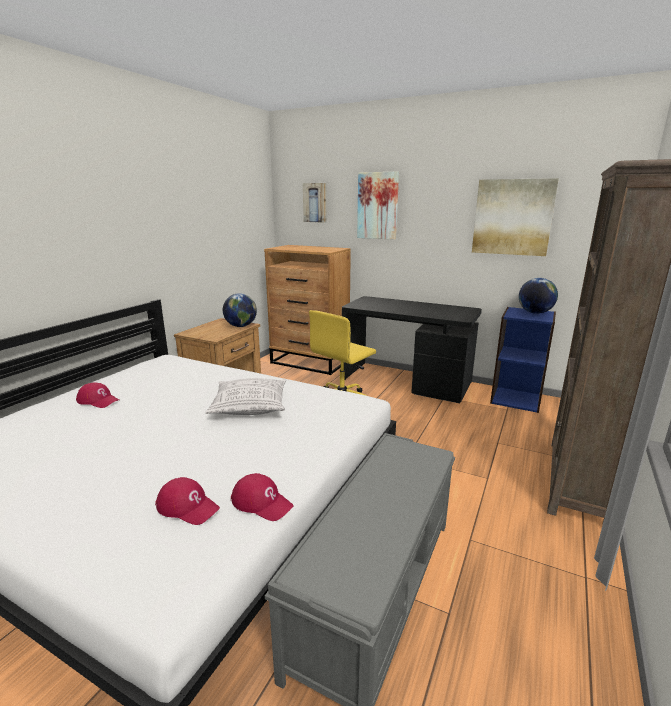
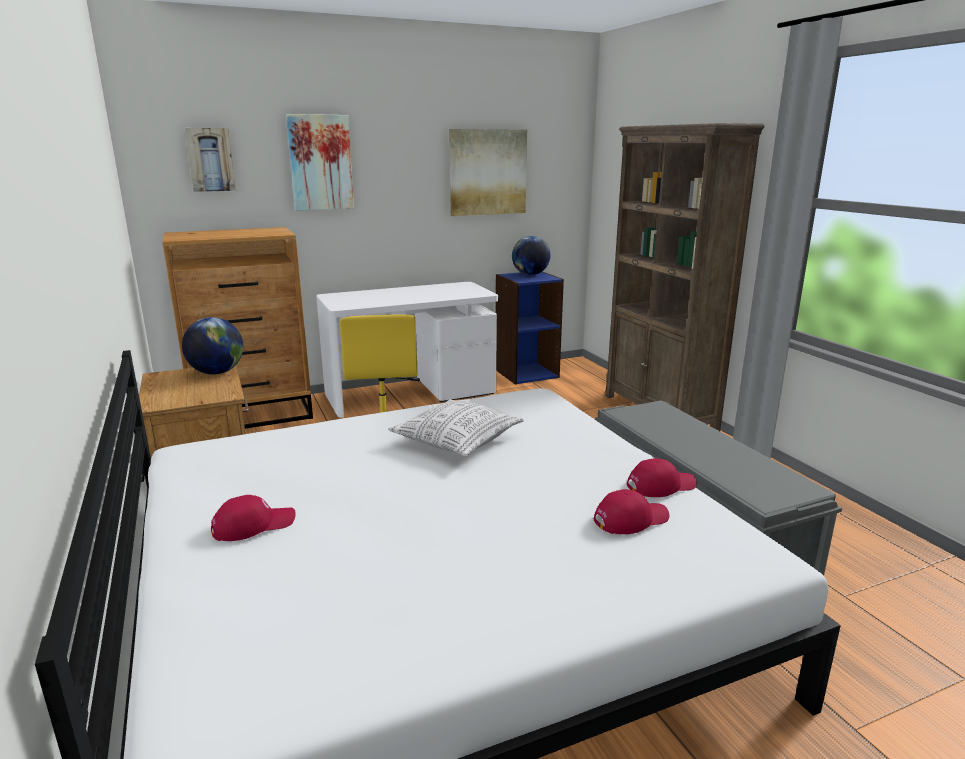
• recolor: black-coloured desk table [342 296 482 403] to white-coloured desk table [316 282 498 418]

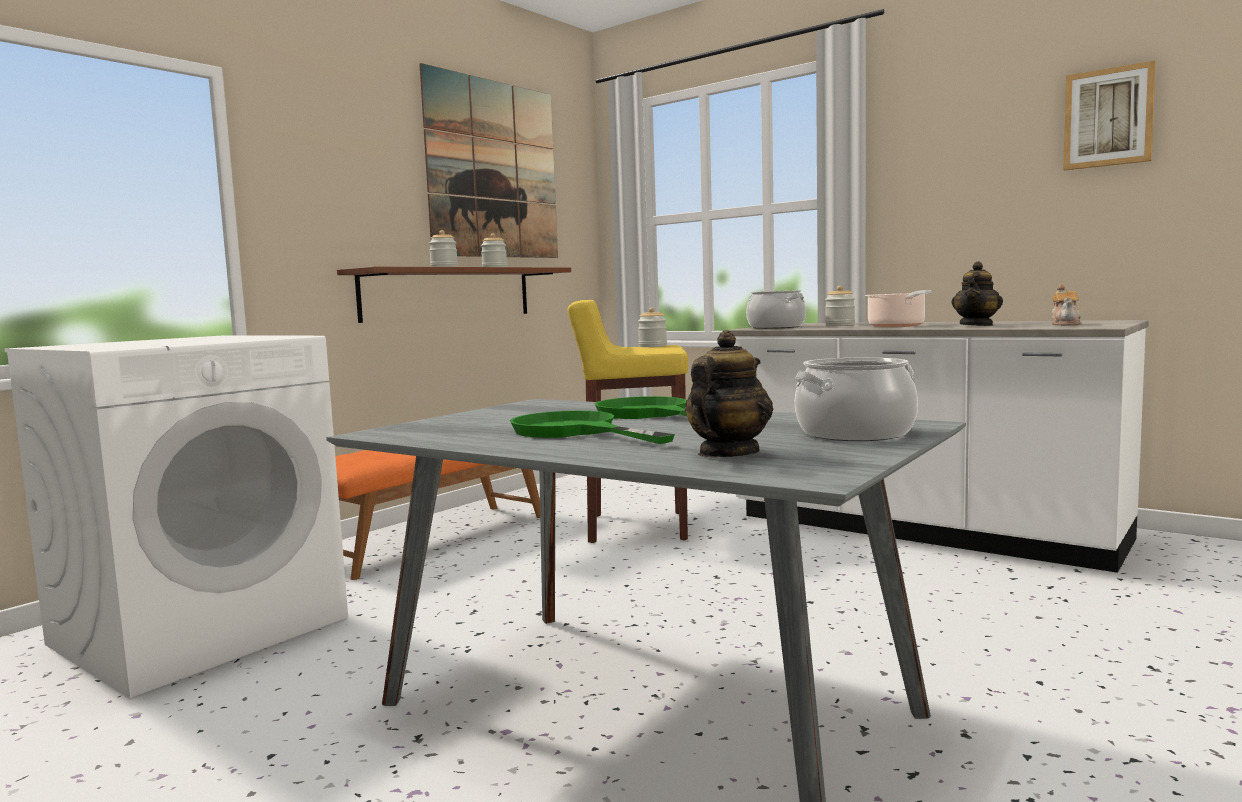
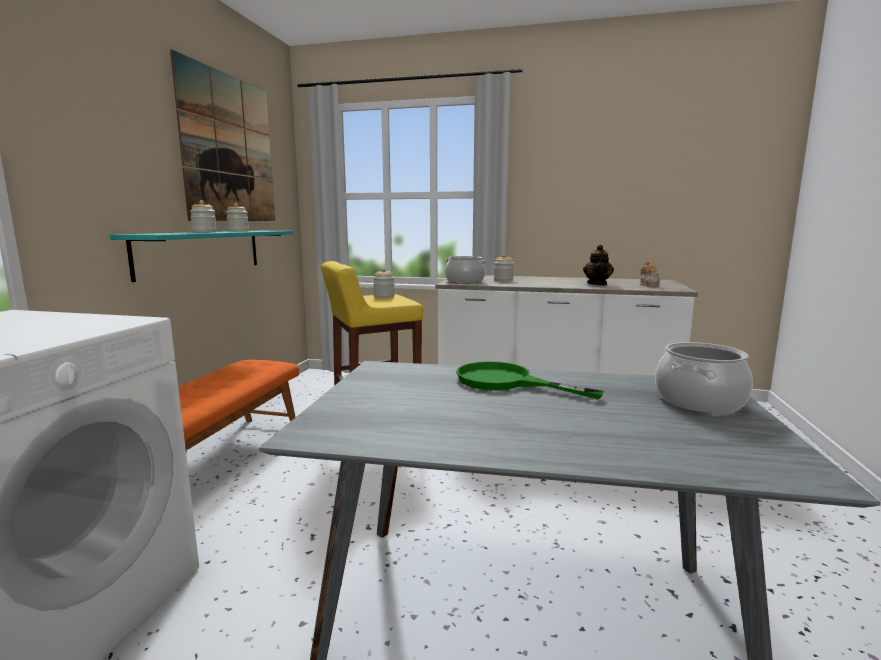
• recolor: brown-coloured wall shelf [337 267 571 323] to turquoise-coloured wall shelf [110 231 294 282]
• delete: greenish pan [510 411 675 444]
• delete: pot for tea [685 330 773 457]
• delete: cooking pot [865 290 932 327]
• delete: picture [1063 60 1156 170]

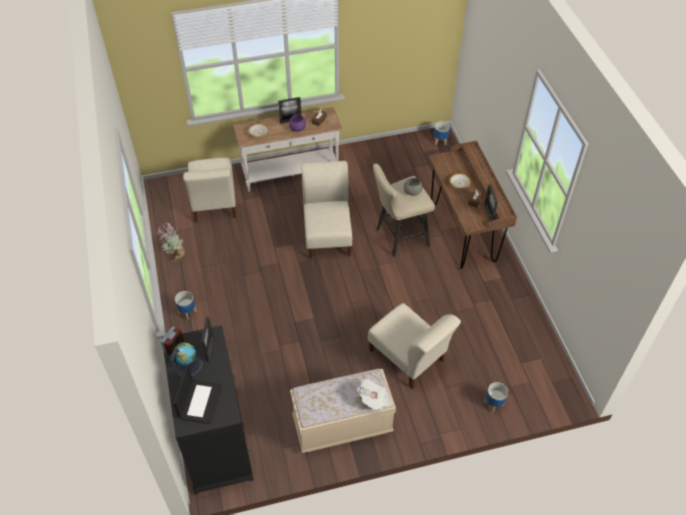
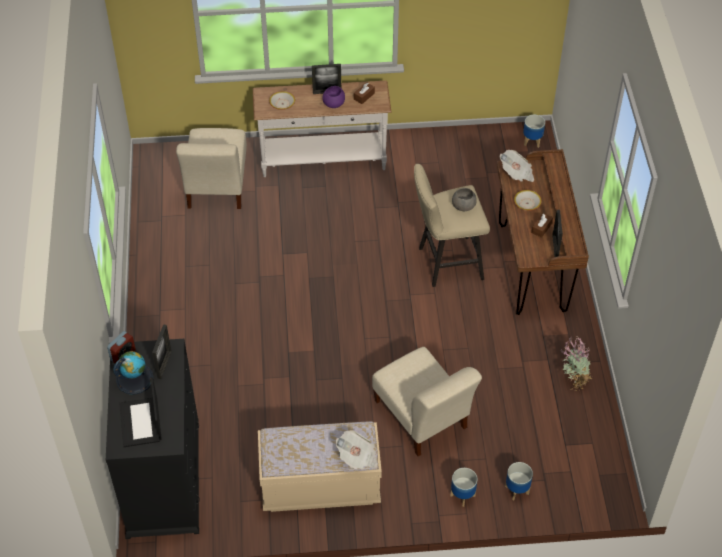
• move: houseplant [157 222 185 262] to [561 337 594 391]
• rotate: portable computer [174 365 222 424] = [119 377 162 447] 150 degrees clockwise
• move: planter [175 291 197 320] to [450 468 478 507]
• delete: beige upright chair [301 161 352 259]
• insert: daily paper [500 150 534 182]

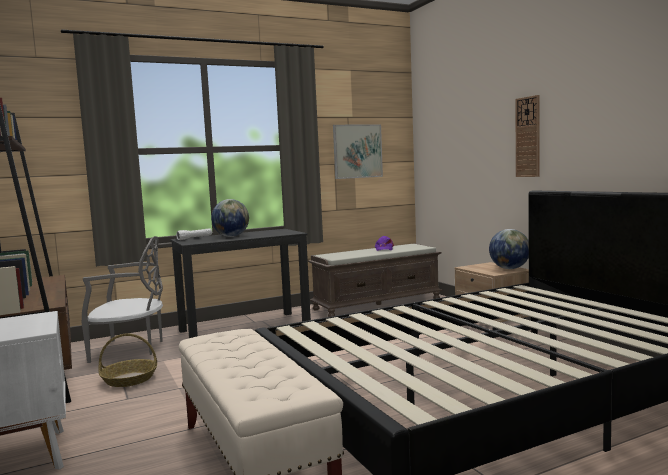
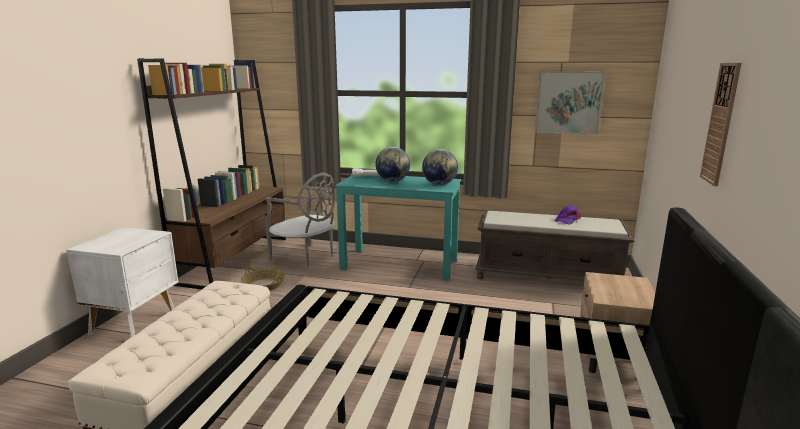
• recolor: black-coloured desk table [170 229 311 338] to turquoise-coloured desk table [335 175 461 281]
• move: globe [489 229 529 269] to [422 149 458 185]

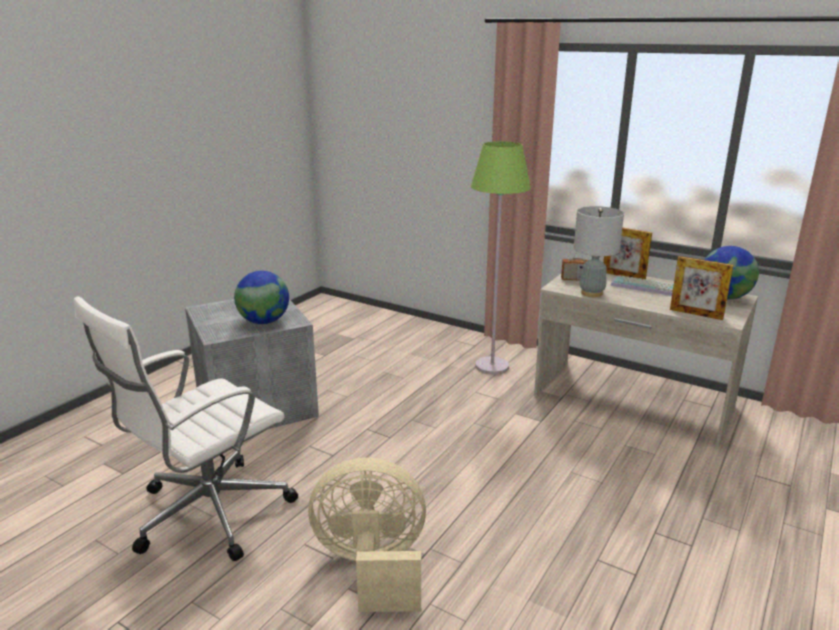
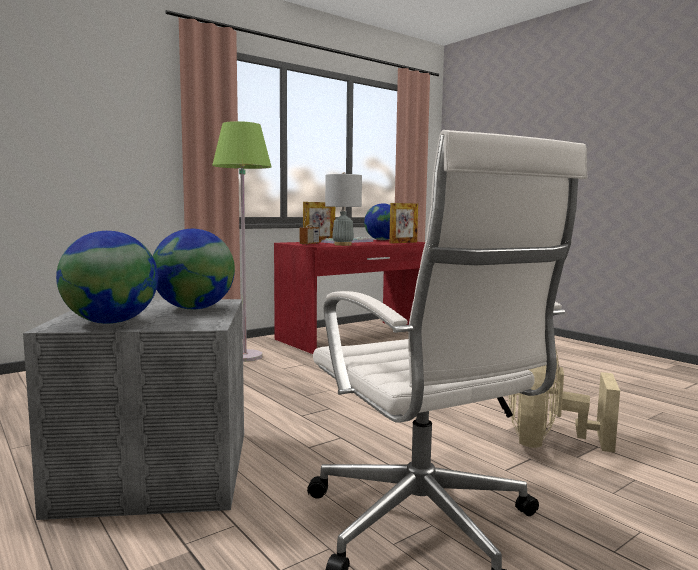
• recolor: beige desk table [534 274 758 449] to reddish desk table [274 240 425 354]
• insert: globe [56 231 158 324]

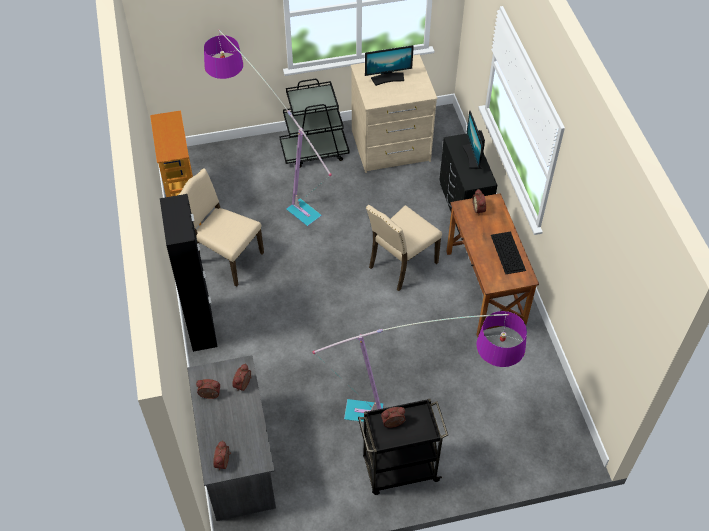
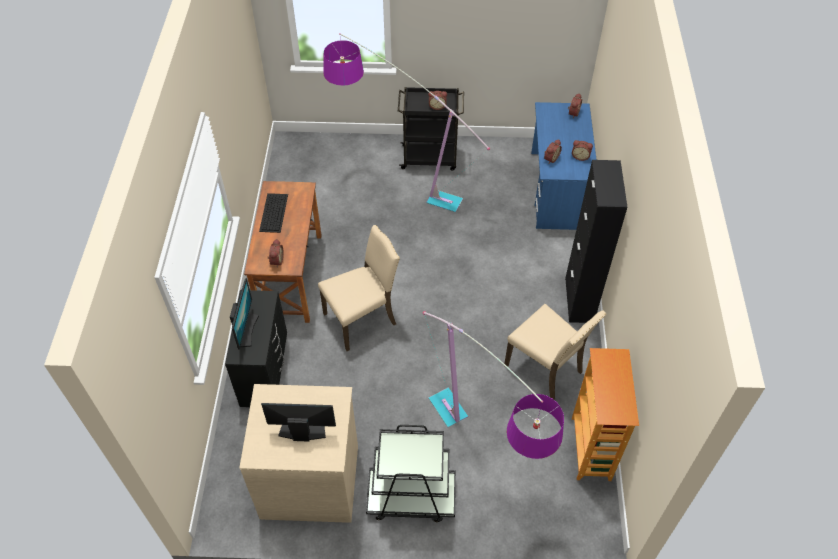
• recolor: grey desk table [187 355 276 521] to blue-coloured desk table [531 102 596 230]

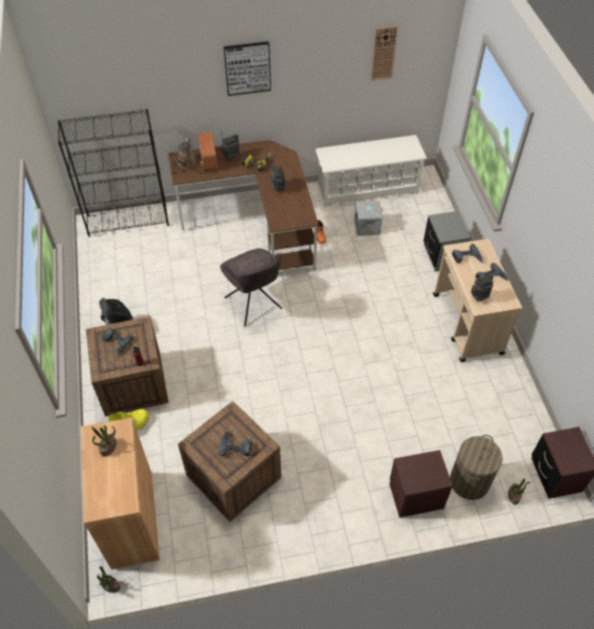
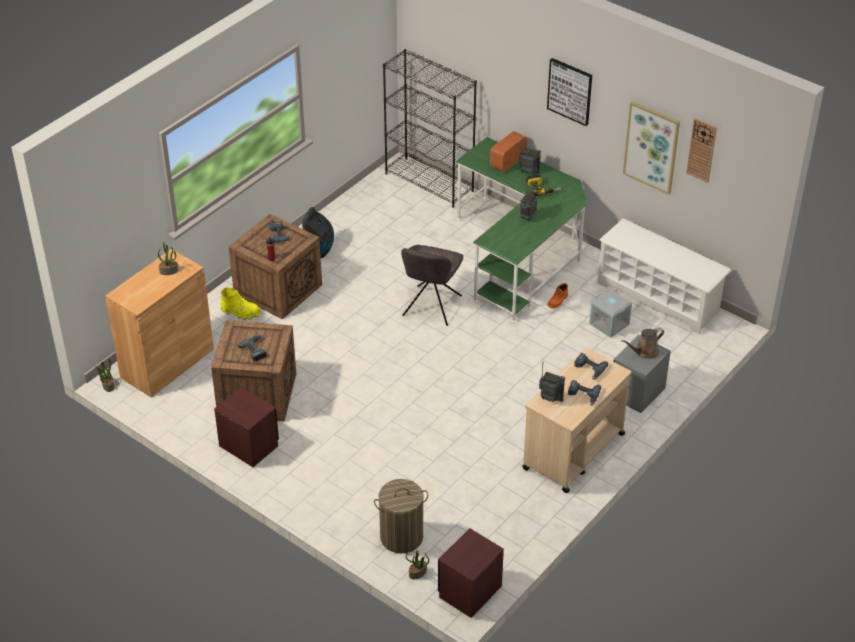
• recolor: brown-coloured desk table [168 140 319 273] to greenish desk table [456 137 587 323]
• move: brown-coloured watering pot [176 138 196 168] to [621 328 664 359]
• move: brown-coloured night table [389 450 453 518] to [214 387 279 467]
• insert: picture [623 101 680 195]

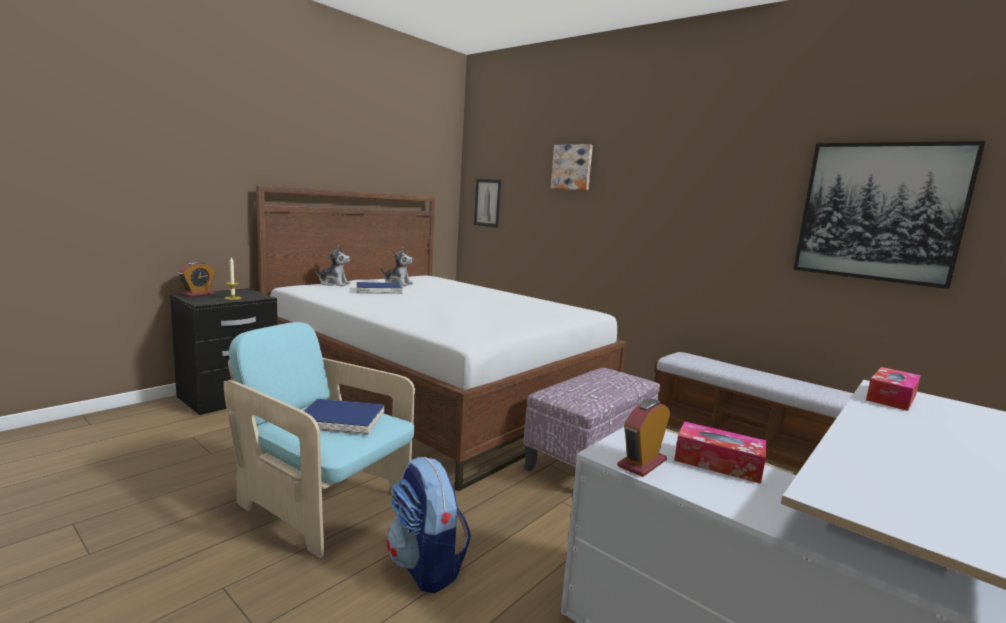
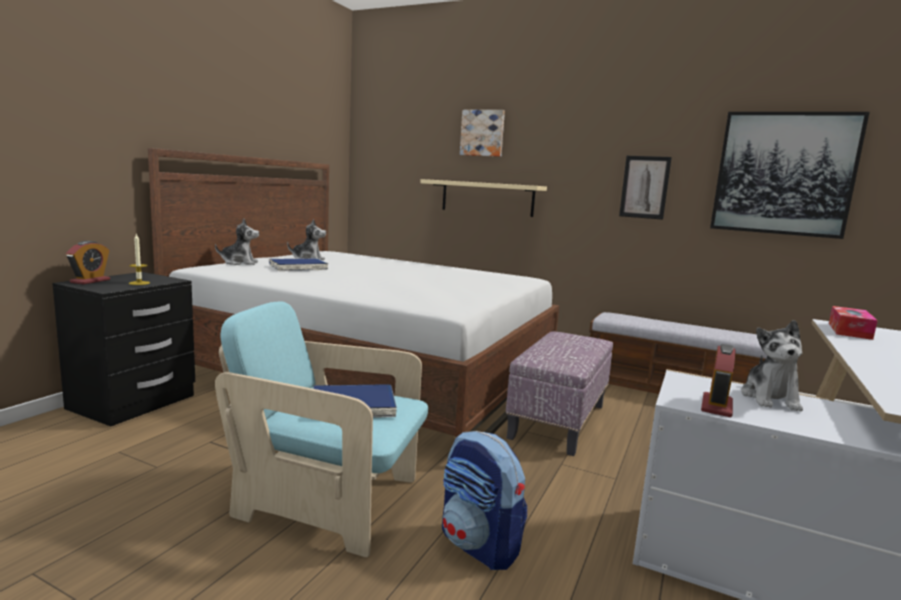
• move: picture [474 179 501 228] to [619 156 672 220]
• replace: tissue box [674 421 767 484] to cuddly toy [741 320 803 411]
• insert: beige wall shelf [420 179 547 217]

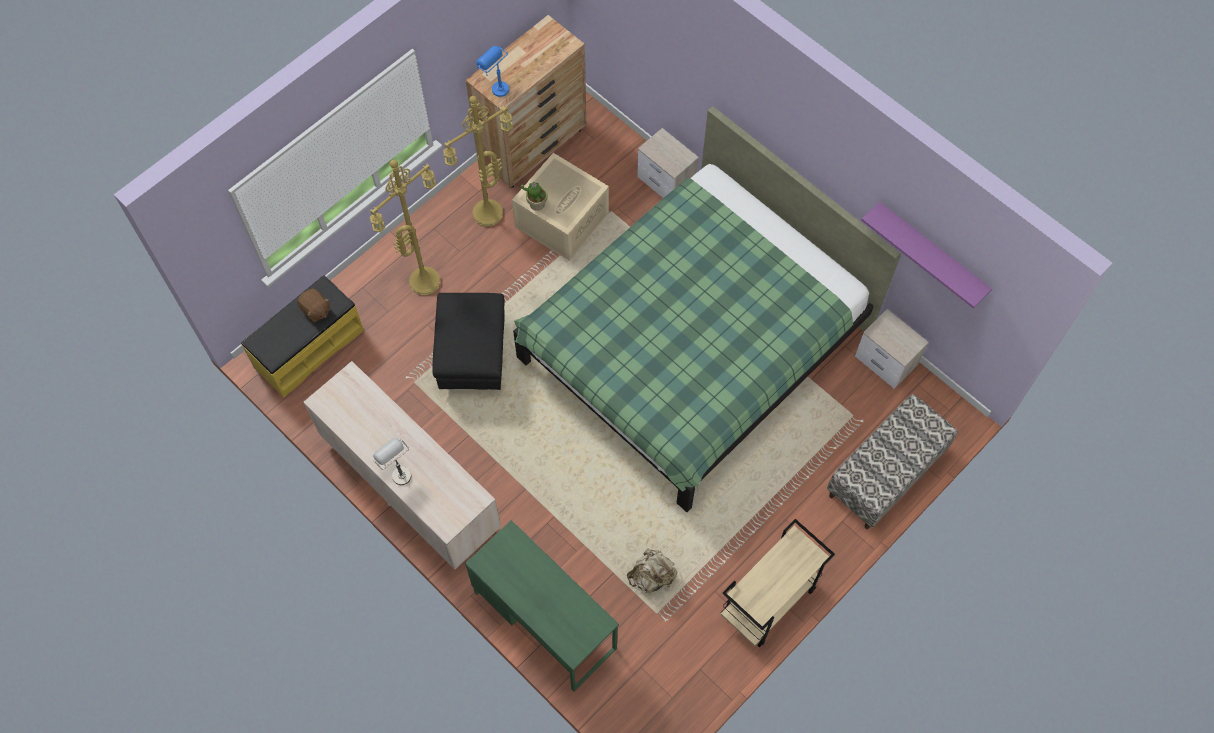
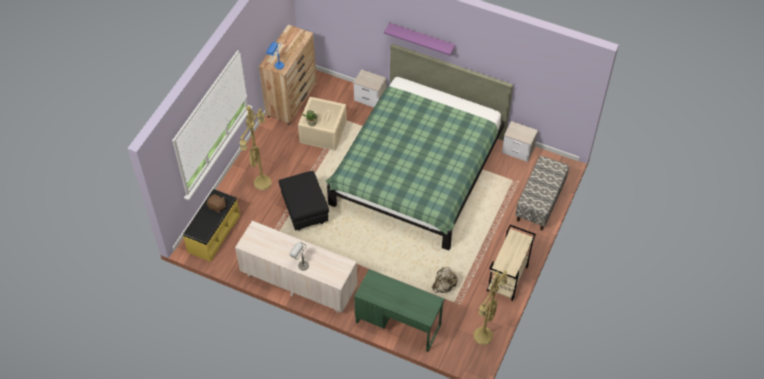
• move: yellowish standard lamp [443 96 513 227] to [474 270 508 345]
• move: purple wall shelf [861 202 992 309] to [384 23 455 55]

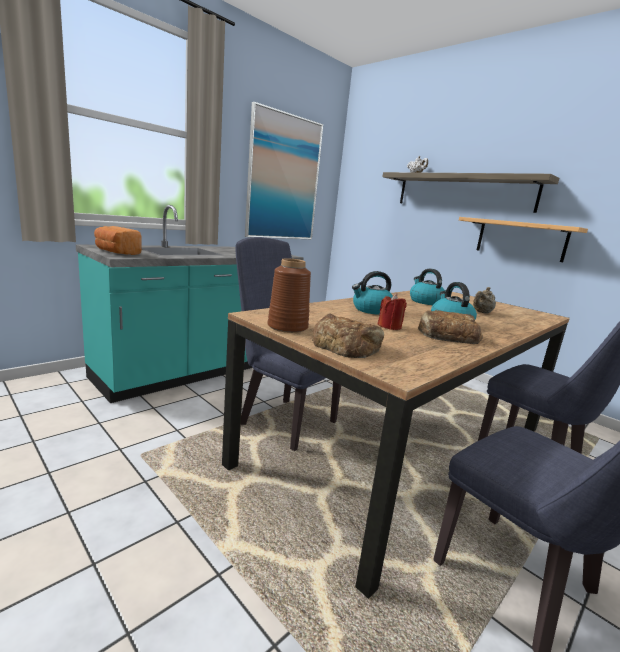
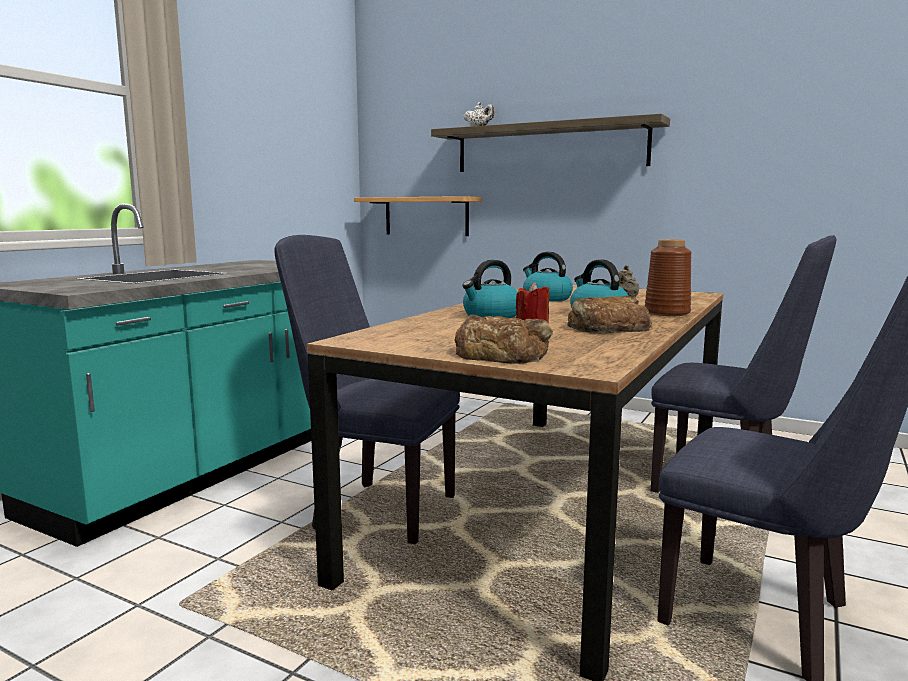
• delete: baked bread [94 226 142 255]
• delete: picture [245 102 323 239]
• move: brown-coloured vase [267 258 311 333] to [645 239 691 316]
• move: wall shelf [459 217 588 262] to [354 196 482 236]

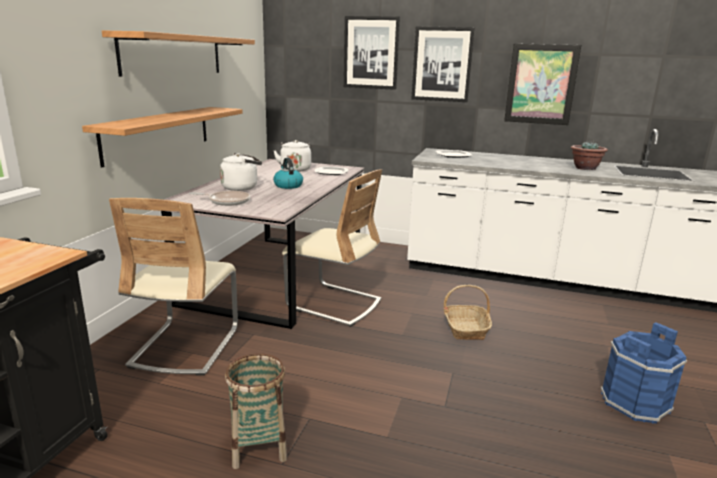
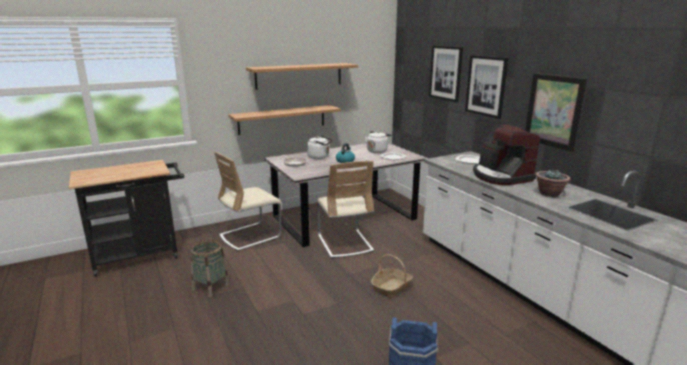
• insert: coffee machine [473 125 540 185]

